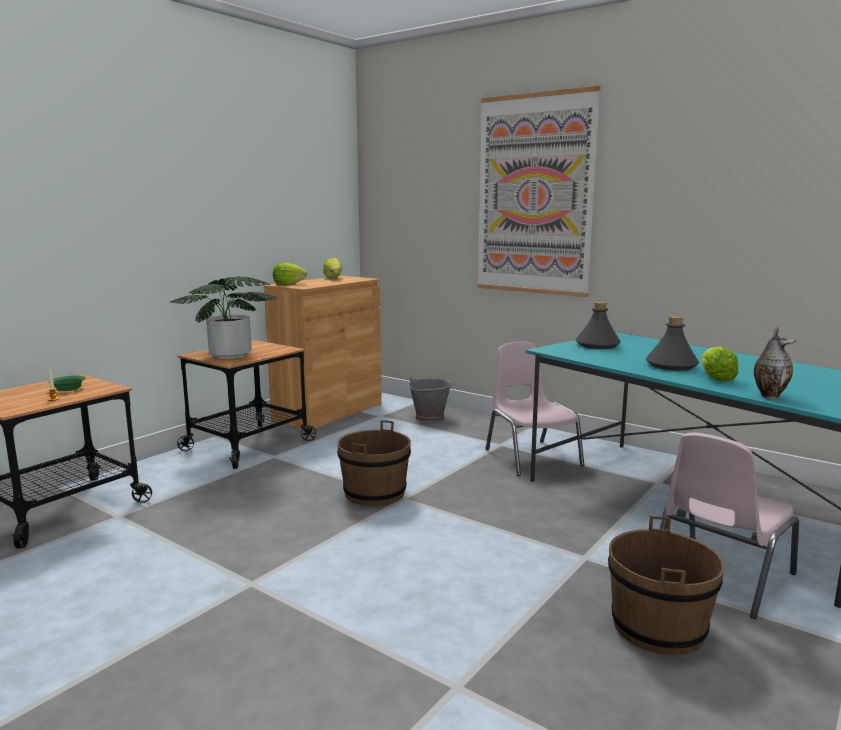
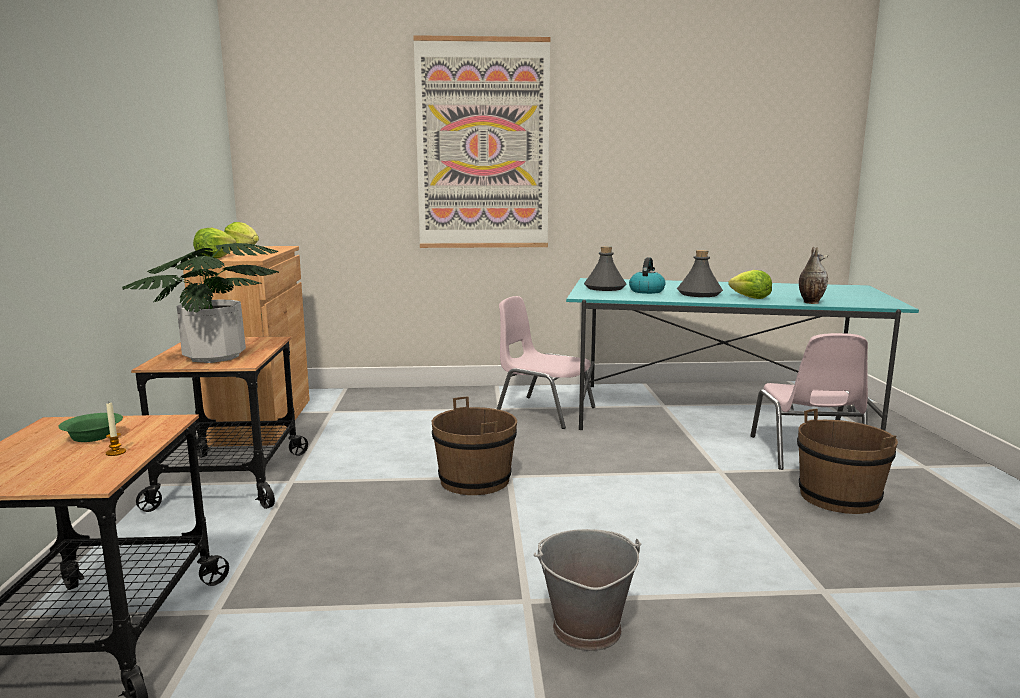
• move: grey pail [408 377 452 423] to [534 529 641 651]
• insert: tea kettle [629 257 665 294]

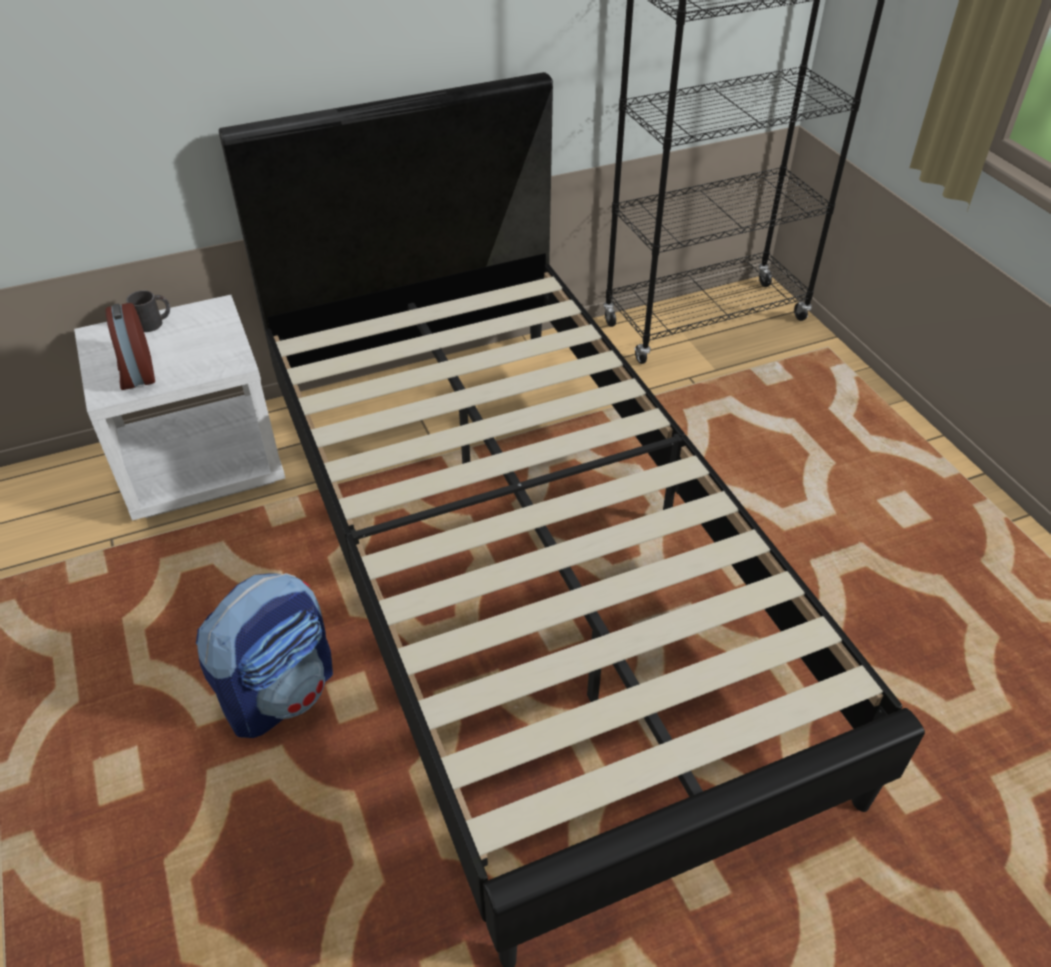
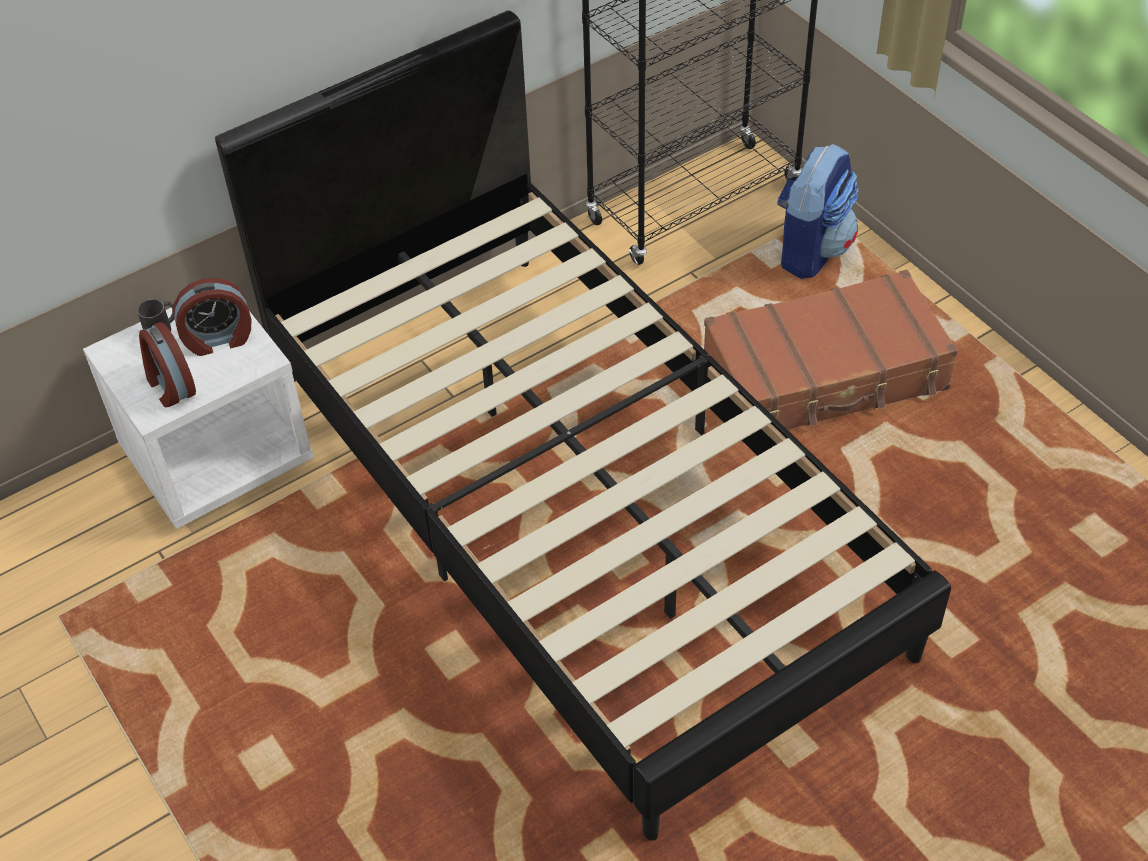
• move: knapsack [196 573 333 738] to [777 144 858 279]
• insert: bedside clock [173 278 252 356]
• insert: brown-coloured suitcase [704 270 958 429]

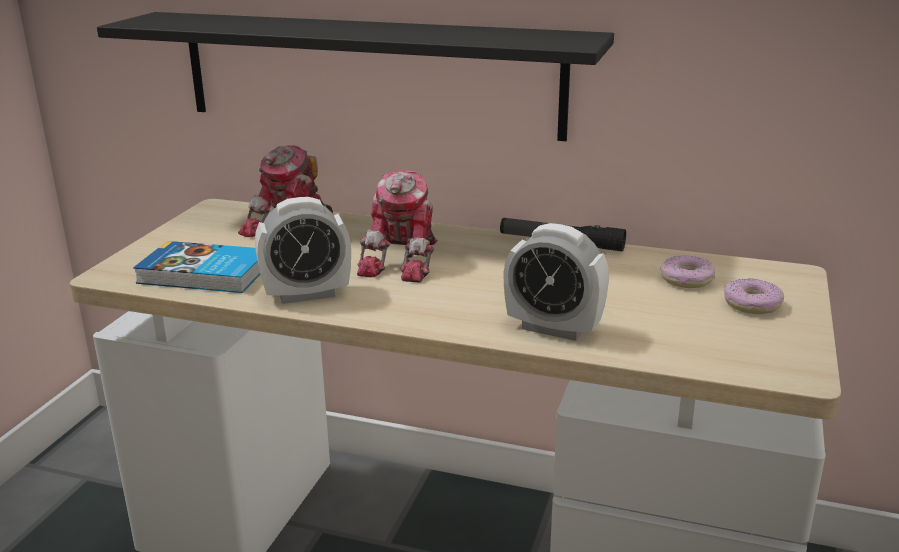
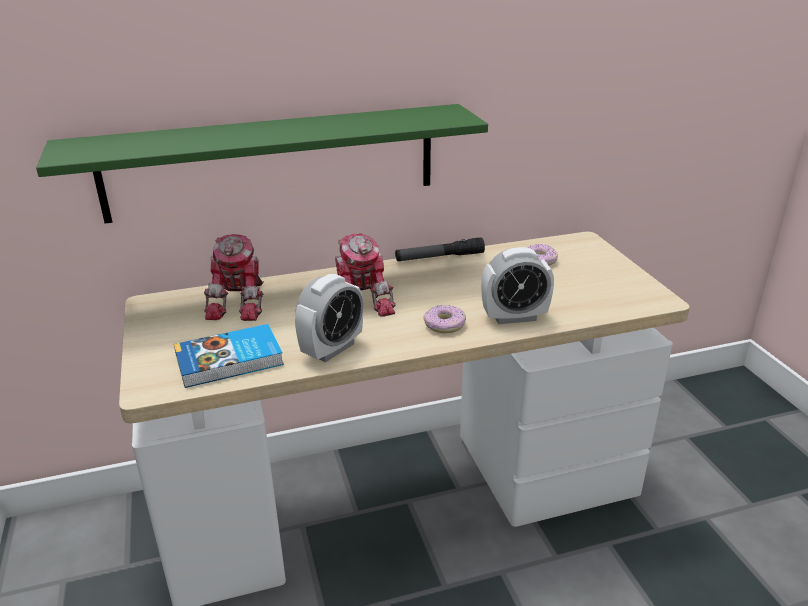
• recolor: black-coloured wall shelf [97 12 614 141] to greenish wall shelf [36 104 488 224]
• move: donut [724 278 784 314] to [423 305 466 333]

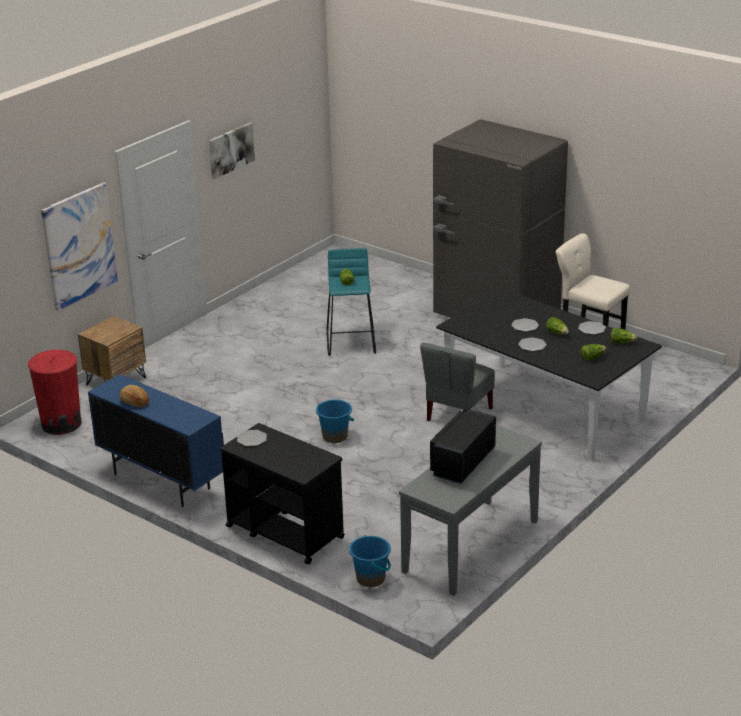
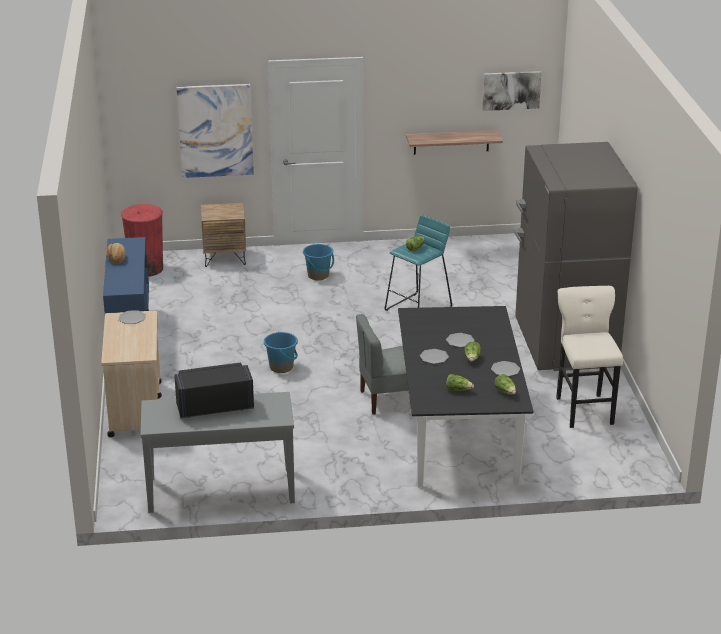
• move: picture [209 122 255 179] to [482 71 542 111]
• recolor: black-coloured cart [220 423 345 564] to beige cart [101 311 162 437]
• move: blue-coloured pail [349 535 391 587] to [303 244 334 280]
• insert: wall shelf [406 130 503 155]

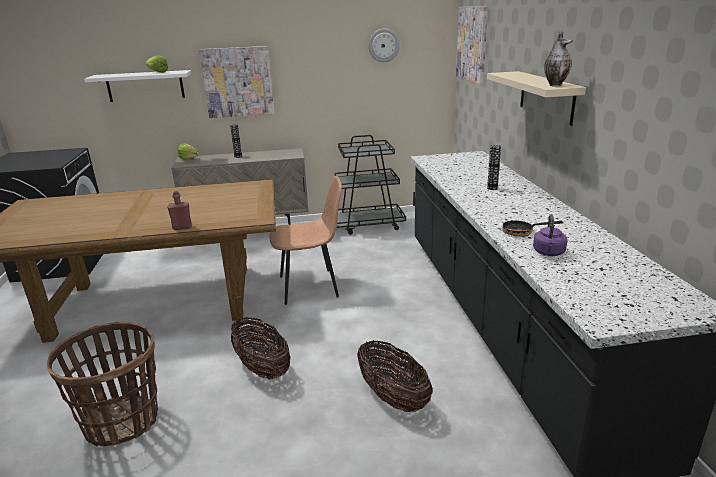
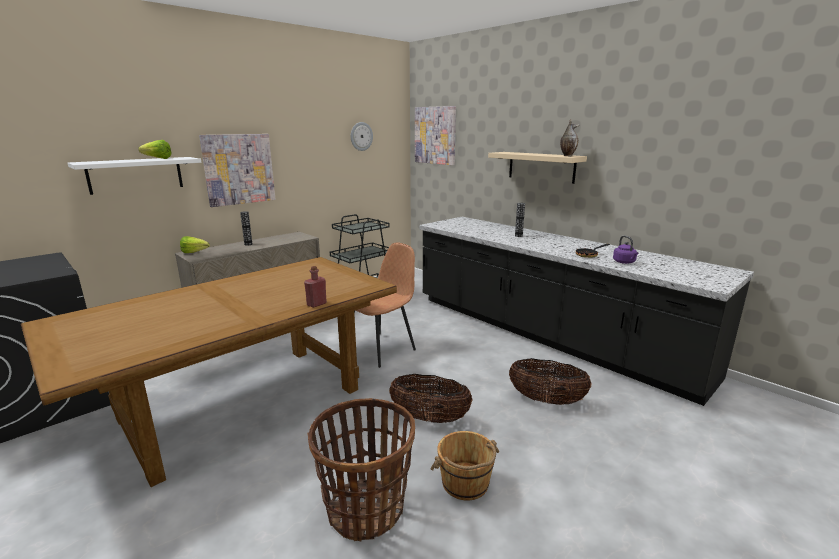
• insert: brown-coloured pail [431 431 499 501]

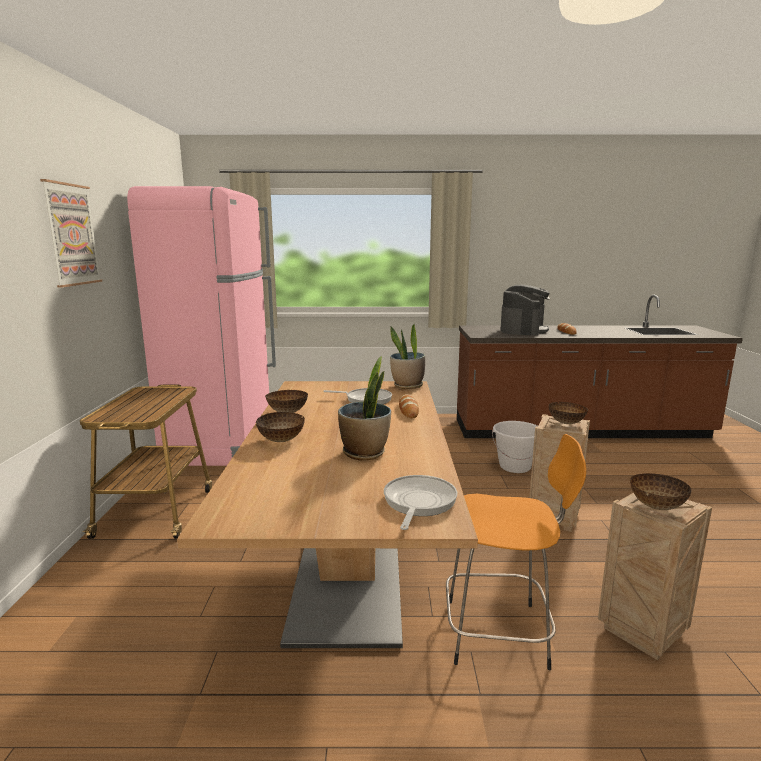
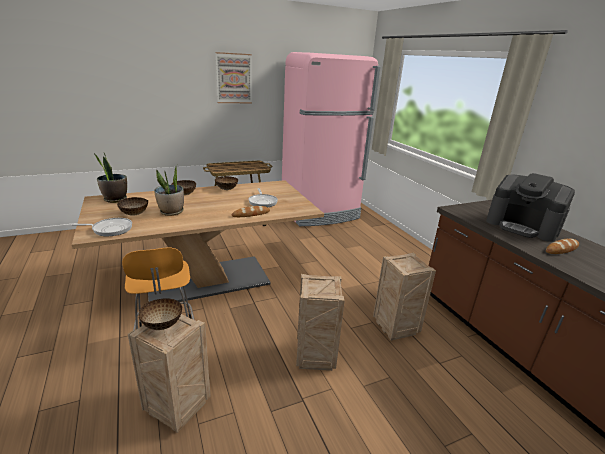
• move: houseplant [390 324 425 389] to [93 153 127 203]
• replace: white-coloured pail [492 421 537 473] to packing crate [373 252 436 341]
• rotate: coffee machine [500 284 550 336] = [486 173 575 242] 45 degrees clockwise
• move: serving bowl [549 402 588 424] to [117 197 148 216]

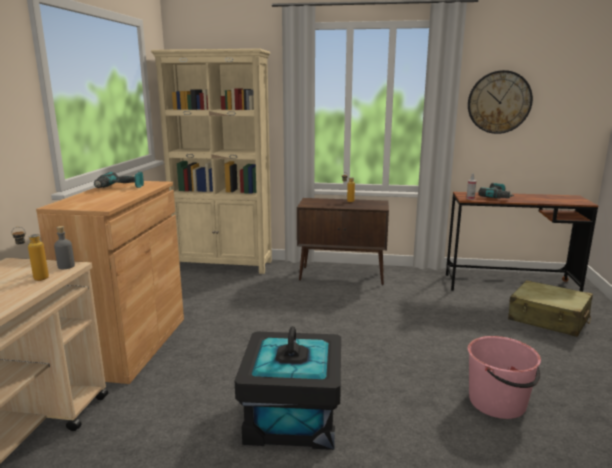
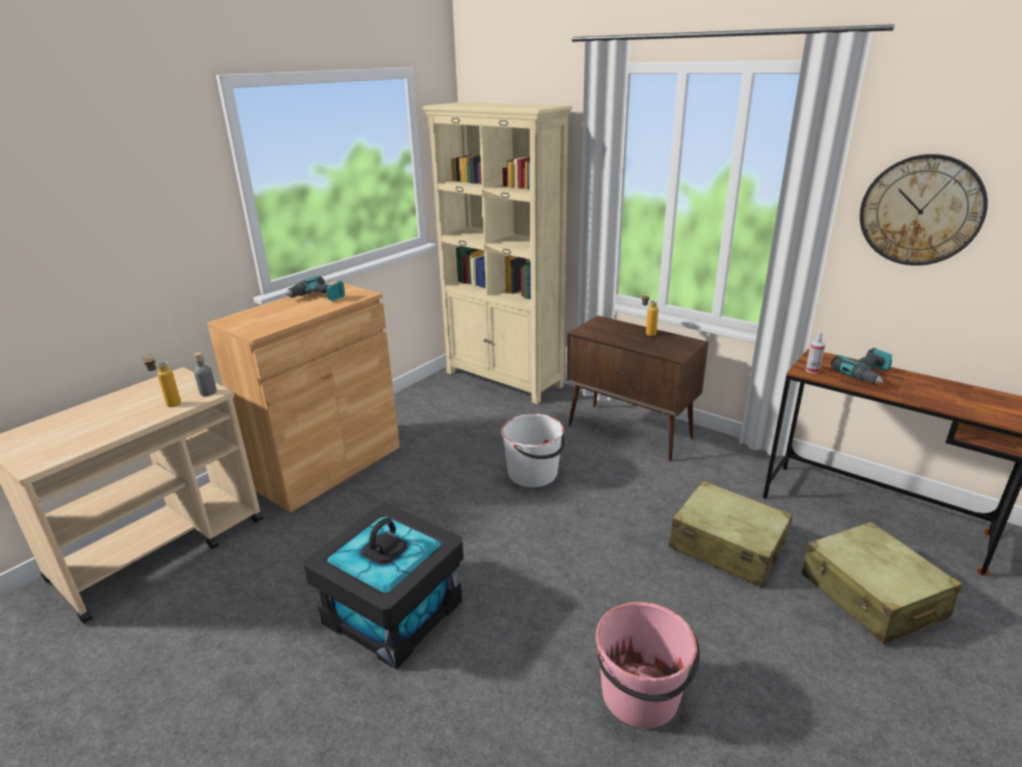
• insert: white-coloured pail [501 414 565 487]
• insert: beige suitcase [668 480 793 588]

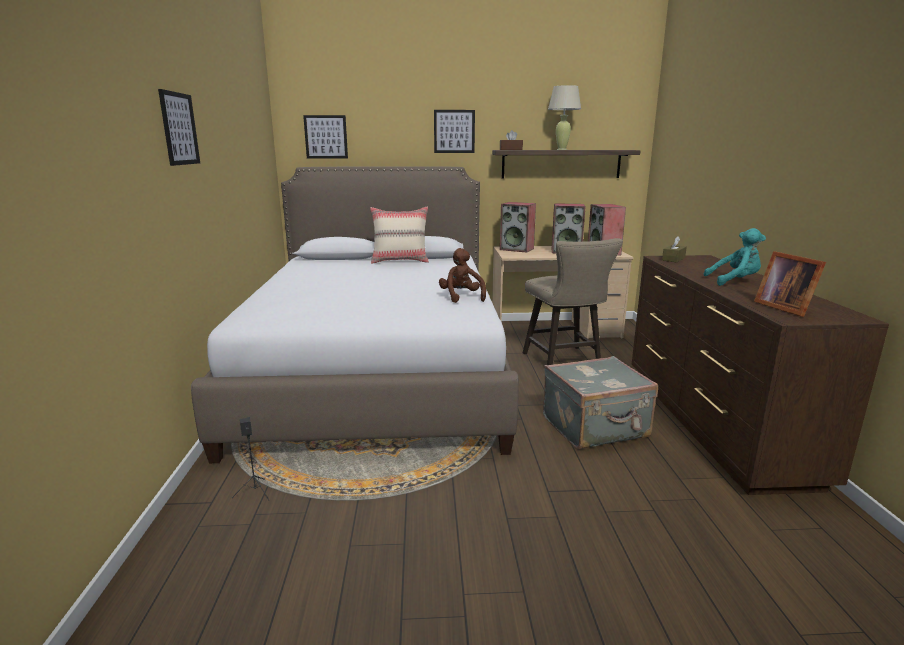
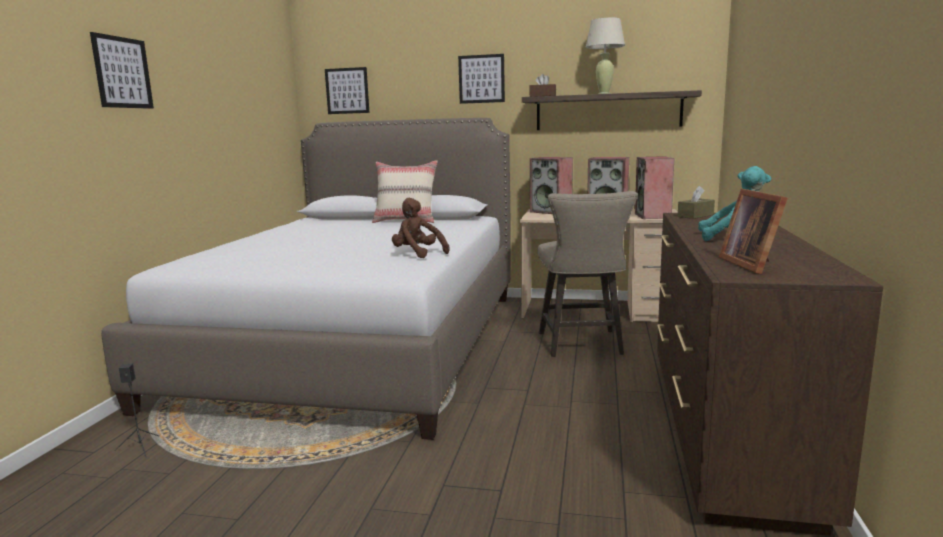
• rotate: brown-coloured cuddly toy [439 248 486 303] = [392 198 450 258] 45 degrees counterclockwise
• delete: grey suitcase [543 356 658 449]

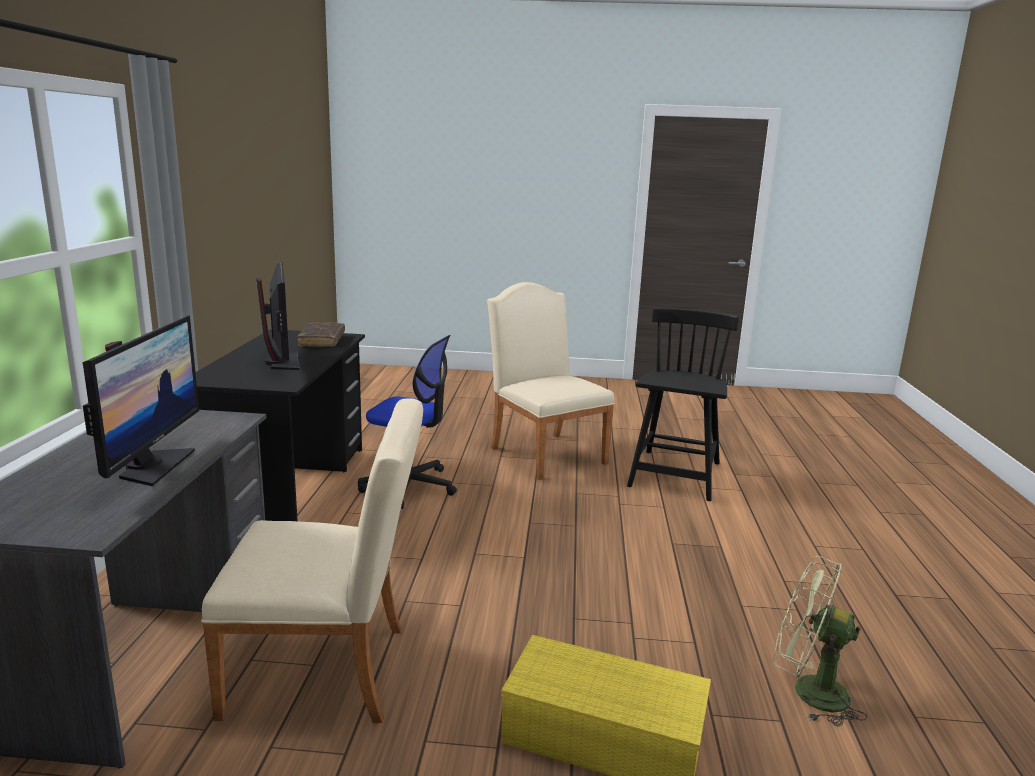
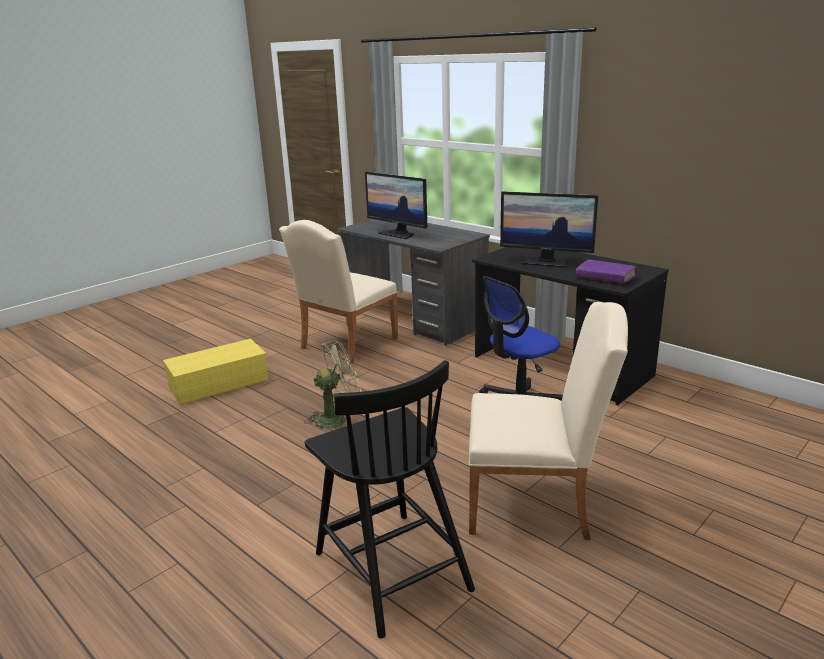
• recolor: brown-coloured bound book [298 323 345 347] to purple bound book [576 260 636 283]
• move: greenish cooling fan [773 556 867 727] to [304 340 361 429]

